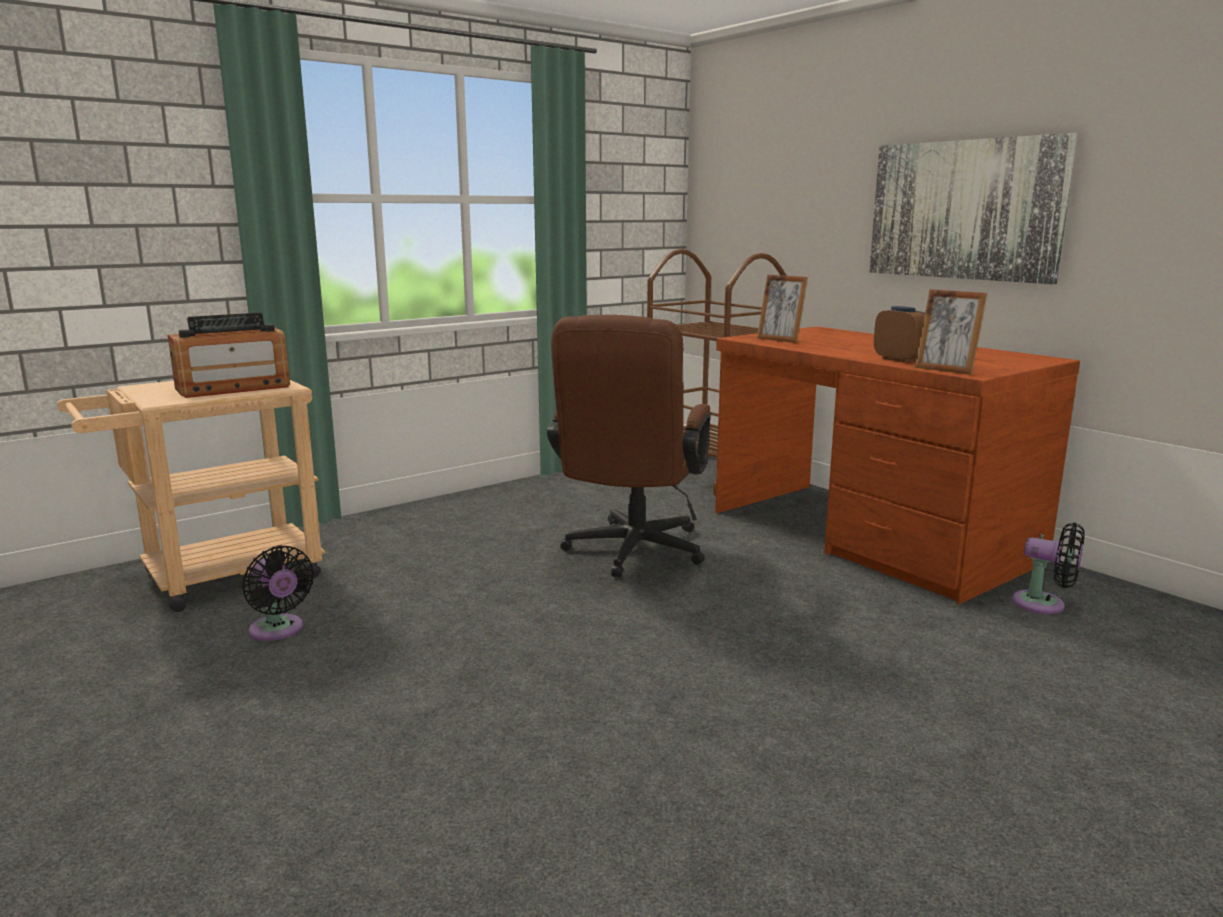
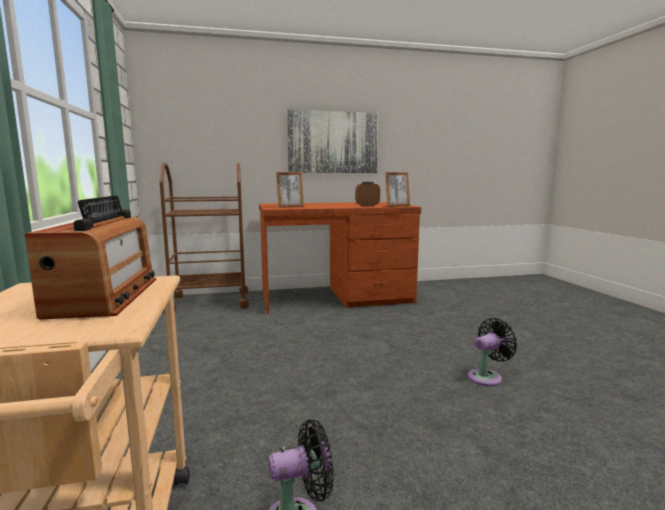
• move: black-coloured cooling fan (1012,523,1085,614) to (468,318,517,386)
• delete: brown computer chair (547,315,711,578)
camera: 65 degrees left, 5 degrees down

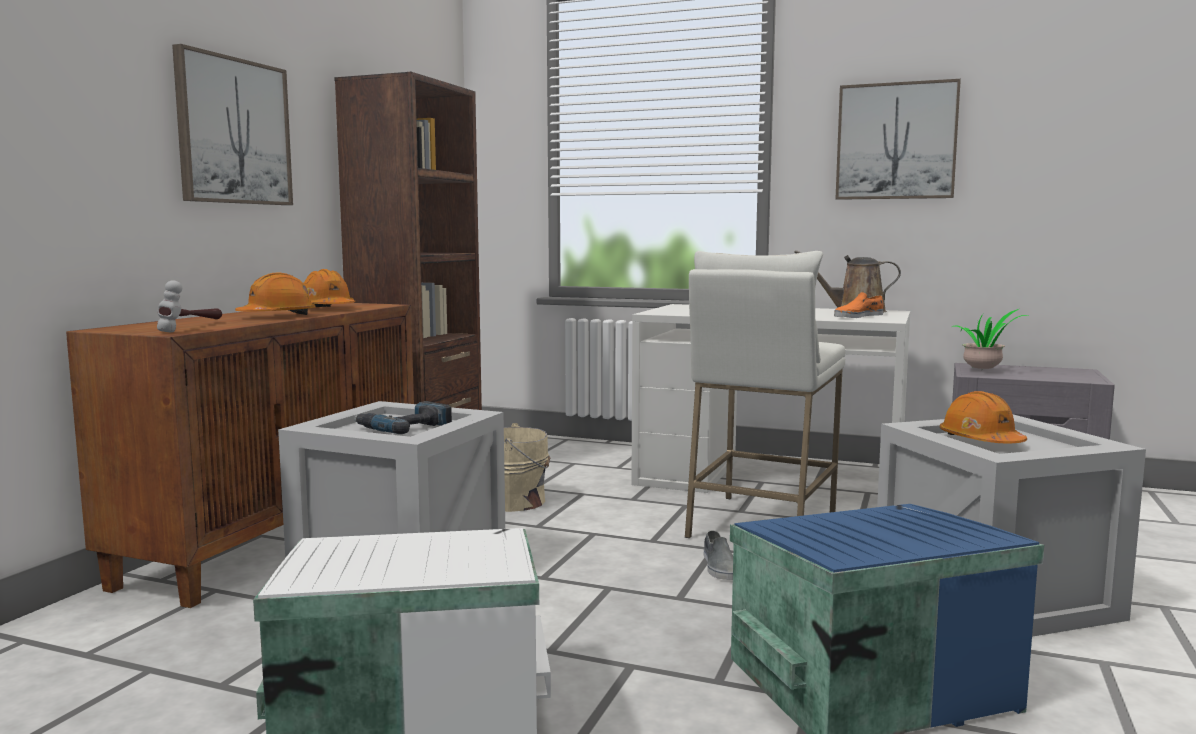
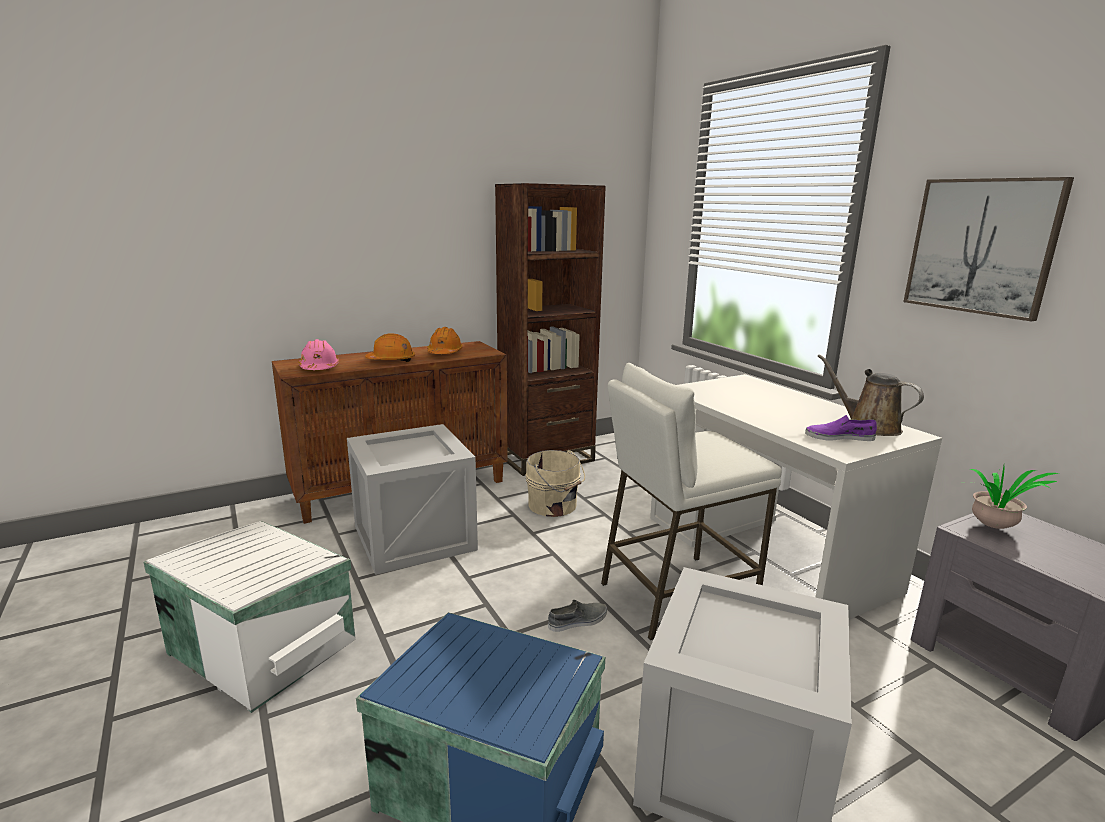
• replace: tool hammer (157,280,222,332) to pink safety helmet (298,339,339,370)
• rotate: gray low shoe (704,530,733,580) = (548,600,607,632) 150 degrees counterclockwise
• recolor: orangey low shoe (834,292,883,318) to purple low shoe (805,415,877,441)
• delete: picture (172,44,293,205)
• delete: electric drill (354,401,452,434)
• delete: orangey safety helmet (940,391,1027,443)
camera: 40 degrees right, 10 degrees up

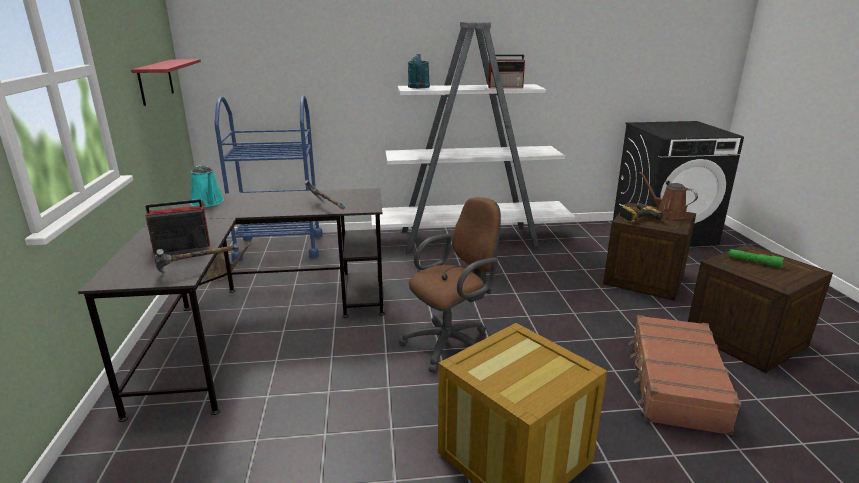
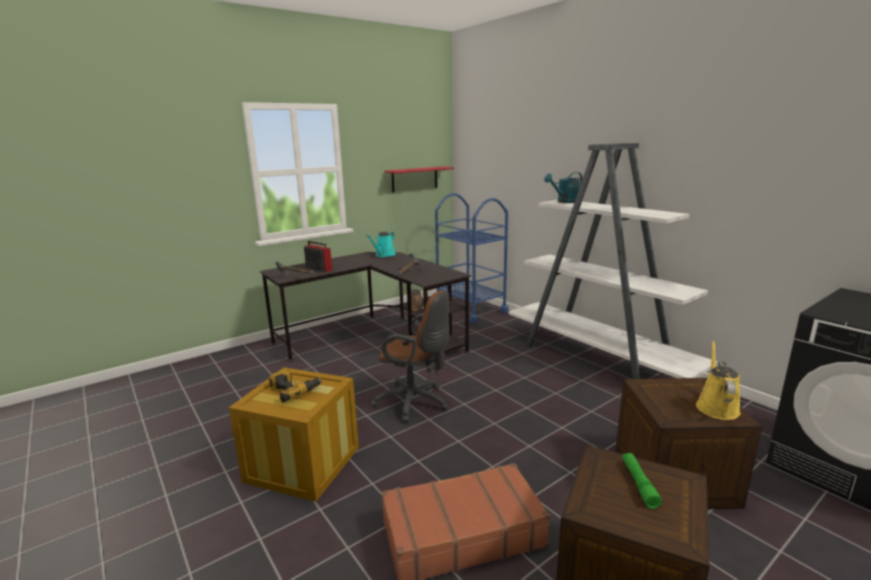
• move: electric drill (620,203,663,223) to (269,369,322,402)
• recolor: brown watering pot (639,172,698,219) to yellowish watering pot (696,341,741,420)
• delete: radio set (488,54,525,88)
camera: 60 degrees right, 5 degrees down

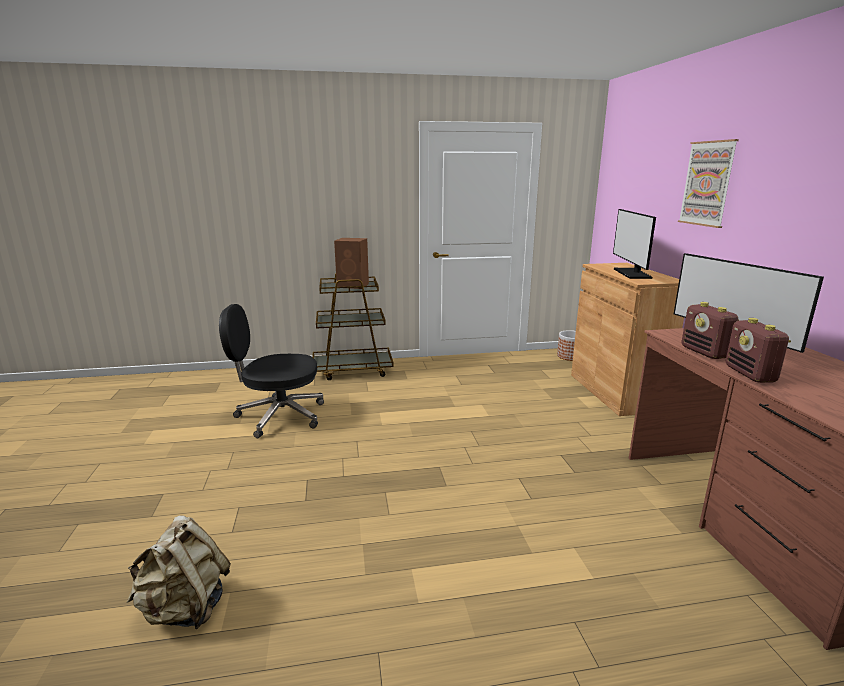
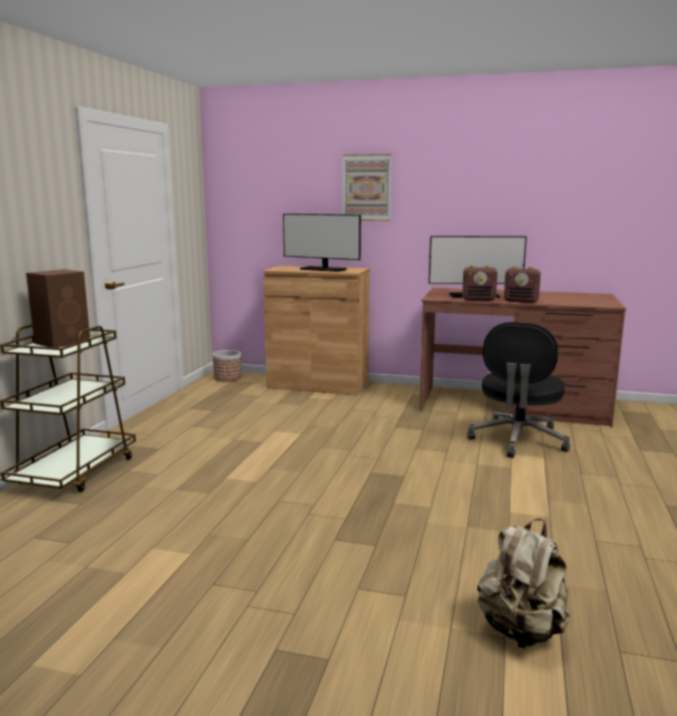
• move: black-coloured computer chair (219,304,324,438) to (467,322,570,458)
camera: 65 degrees left, 5 degrees down

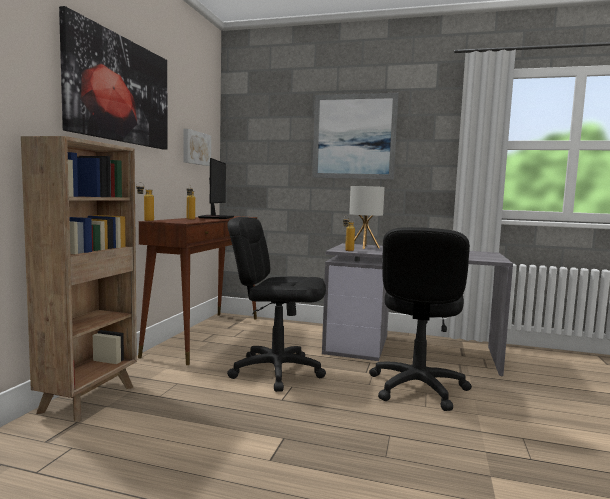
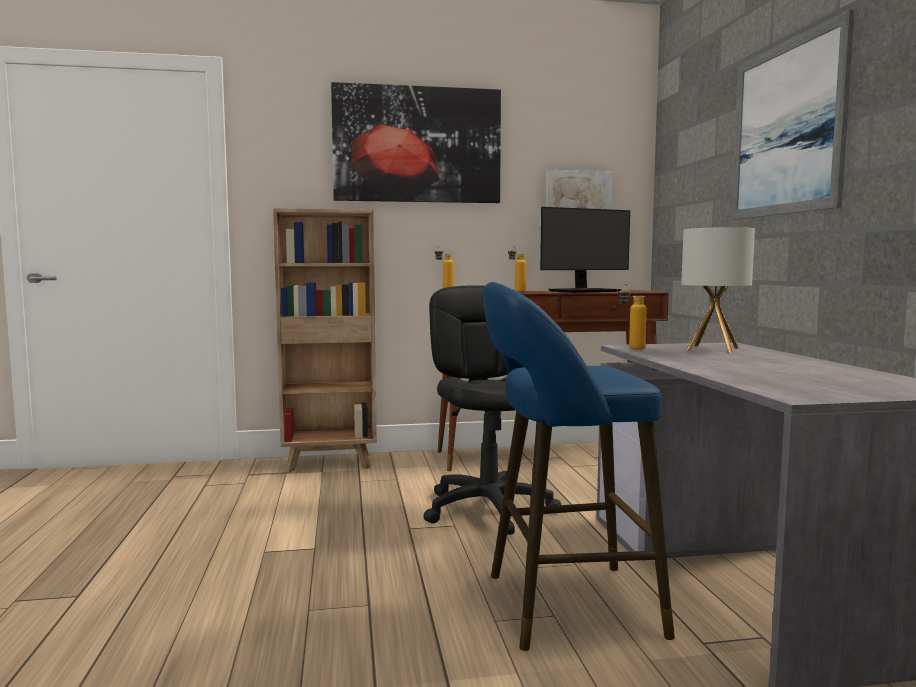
• replace: black-coloured computer chair (369,227,472,411) to bluish stool seat (483,282,675,651)
camera: 65 degrees right, 0 degrees up

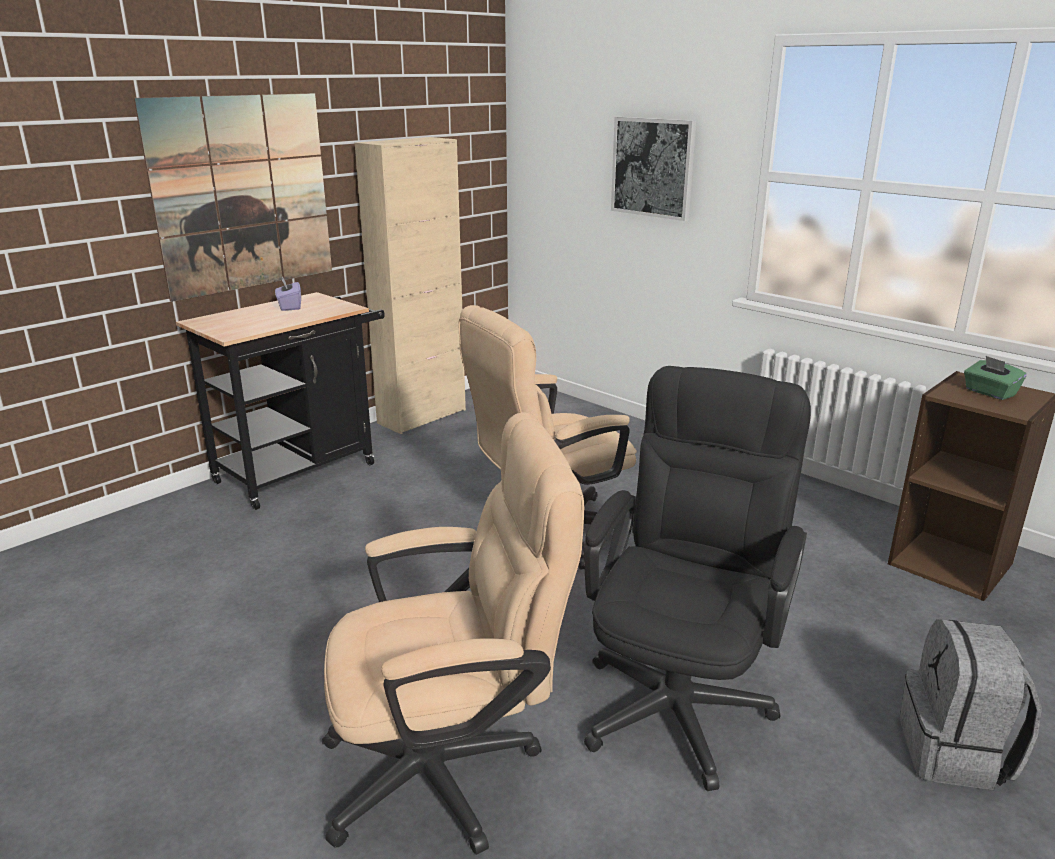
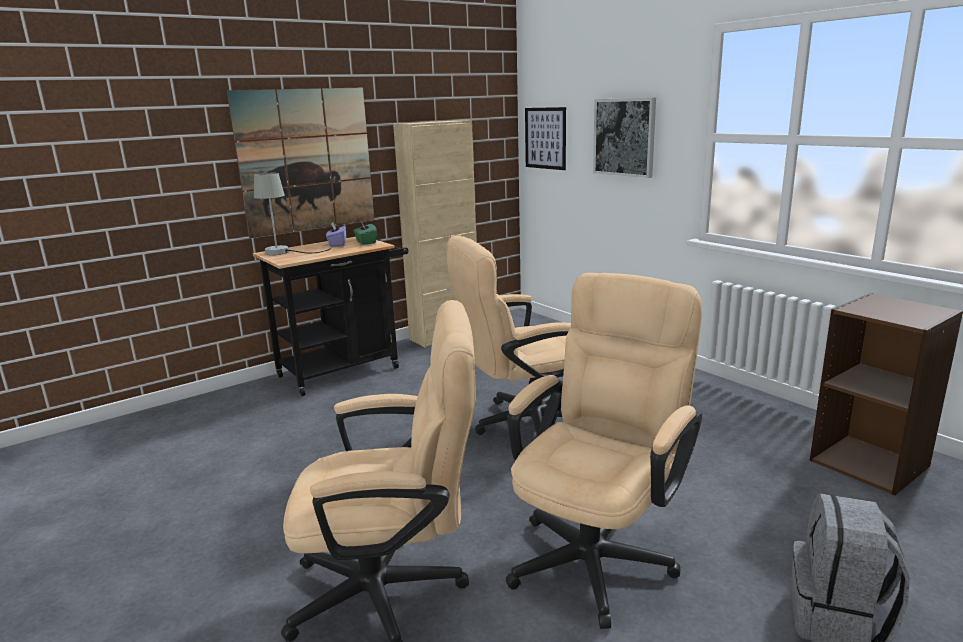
• insert: gray lamp for a table (254,173,331,255)
• move: green-coloured tissue box (964,356,1027,400) to (354,221,377,245)
• recolor: black-coloured computer chair (584,366,811,791) to beige computer chair (506,273,703,629)
• insert: picture (525,107,566,170)
camera: 10 degrees right, 5 degrees down

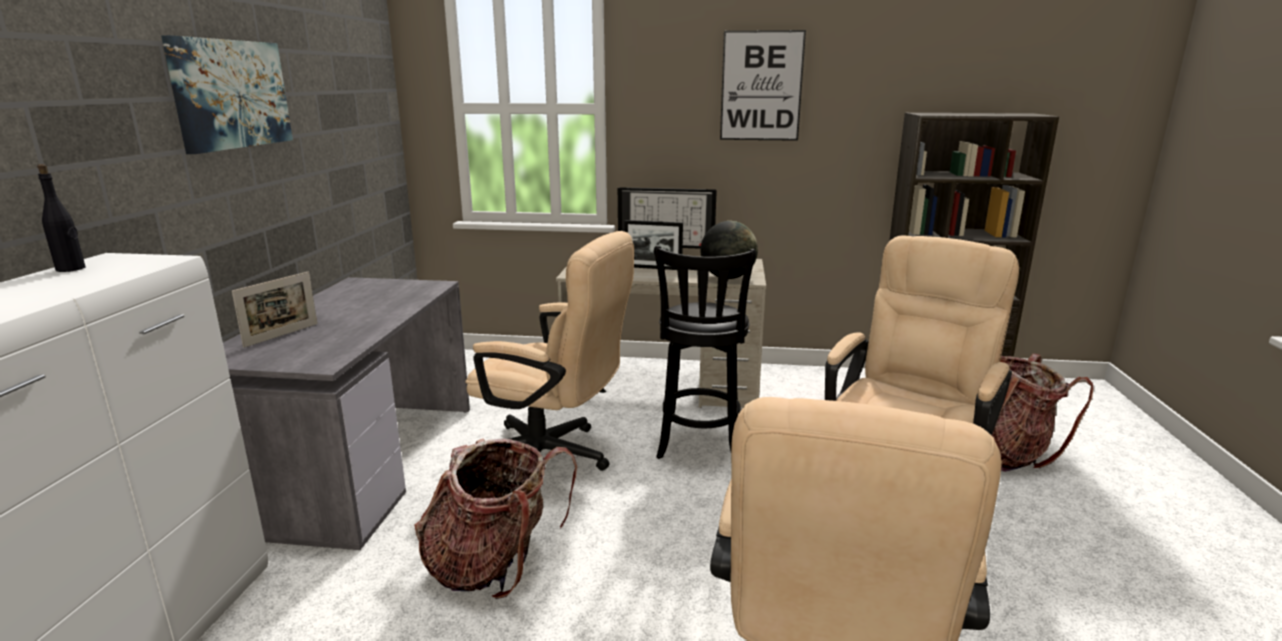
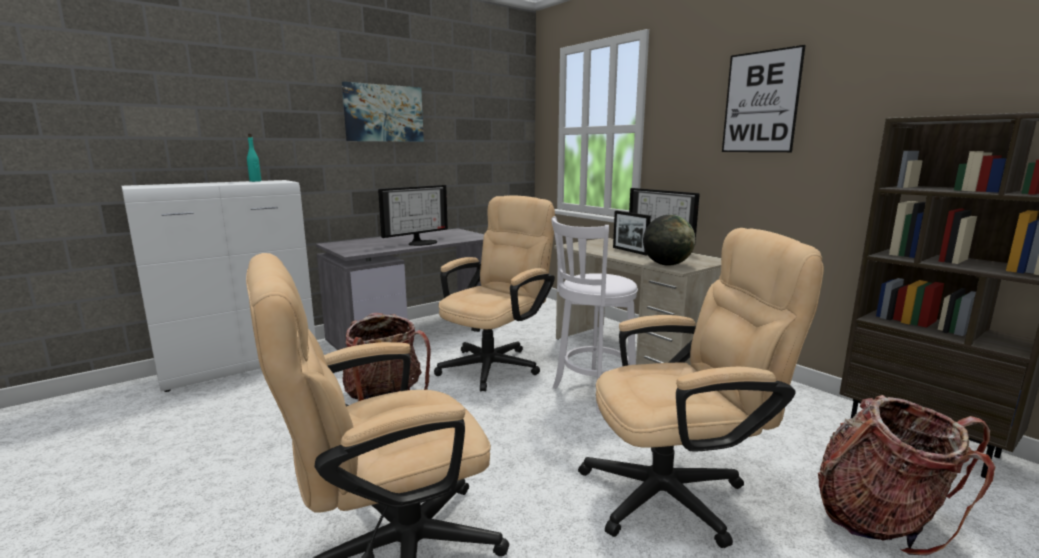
• recolor: black-coloured bottle (37,164,86,272) to turquoise bottle (247,133,261,182)
• insert: monitor (378,185,448,246)
• rotate: beige computer chair (465,231,634,471) = (434,196,555,391) 120 degrees counterclockwise
• recolor: black-coloured stool seat (654,246,756,459) to white stool seat (551,216,638,413)
• delete: photo frame (232,272,317,348)
camera: 45 degrees right, 5 degrees down

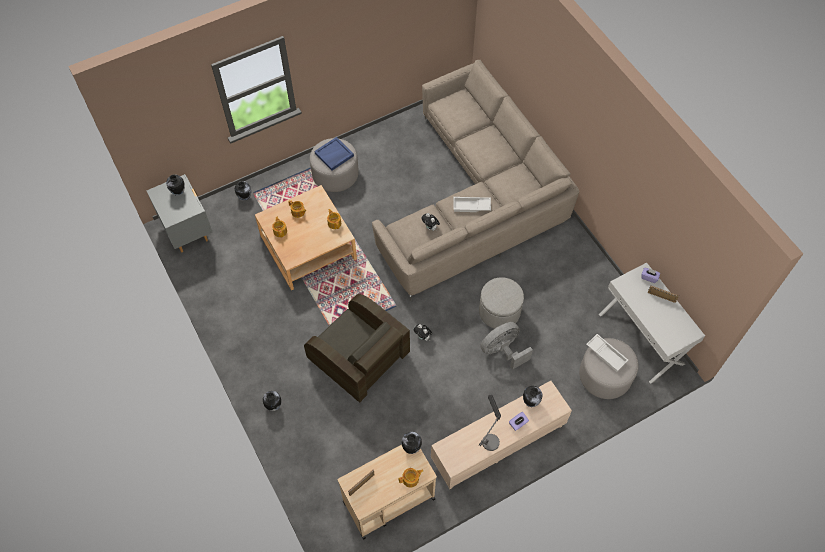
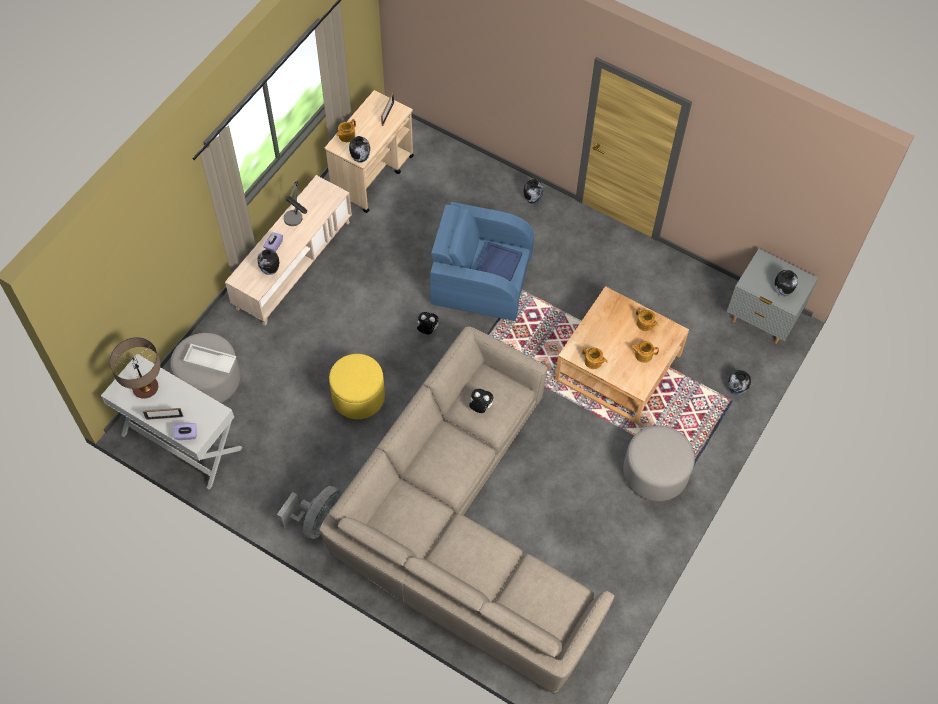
• insert: lamp for a table (110,337,161,399)
• move: gray cooling fan (480,322,533,370) to (277,486,341,539)
• recolor: gray ottoman (479,277,524,329) to yellowish ottoman (329,354,385,419)
• recolor: brown lounge chair (304,294,410,402) to bluish lounge chair (430,202,534,321)
• move: bluish tray (314,137,354,170) to (476,242,522,282)
• delete: white tray (453,197,491,212)
camera: 150 degrees right, 0 degrees up

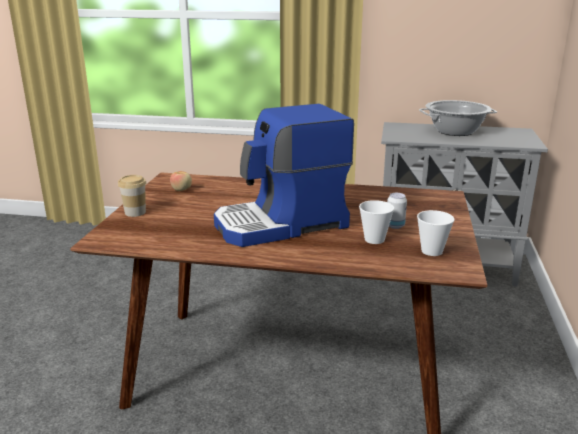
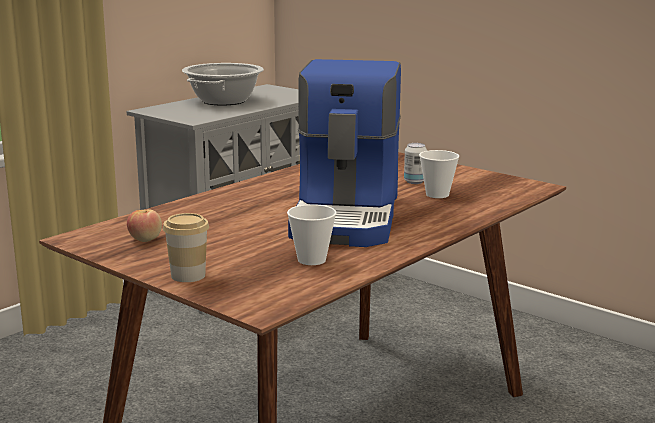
• move: drinking cup (417,210,455,256) to (287,204,337,265)
camera: 60 degrees left, 5 degrees down

